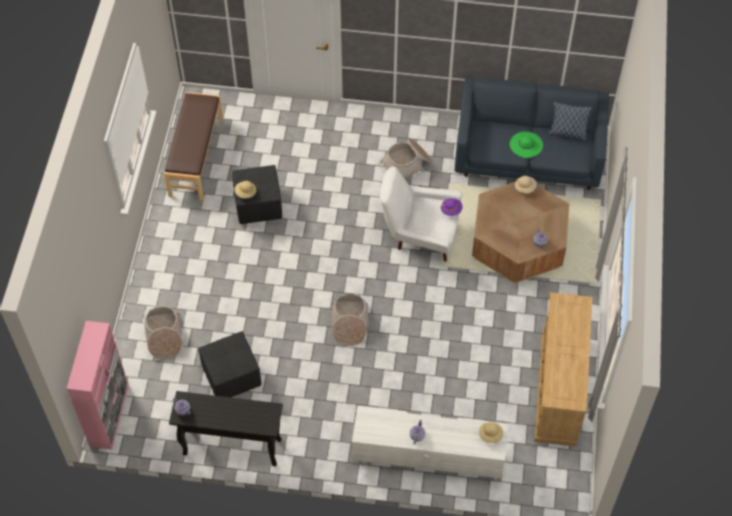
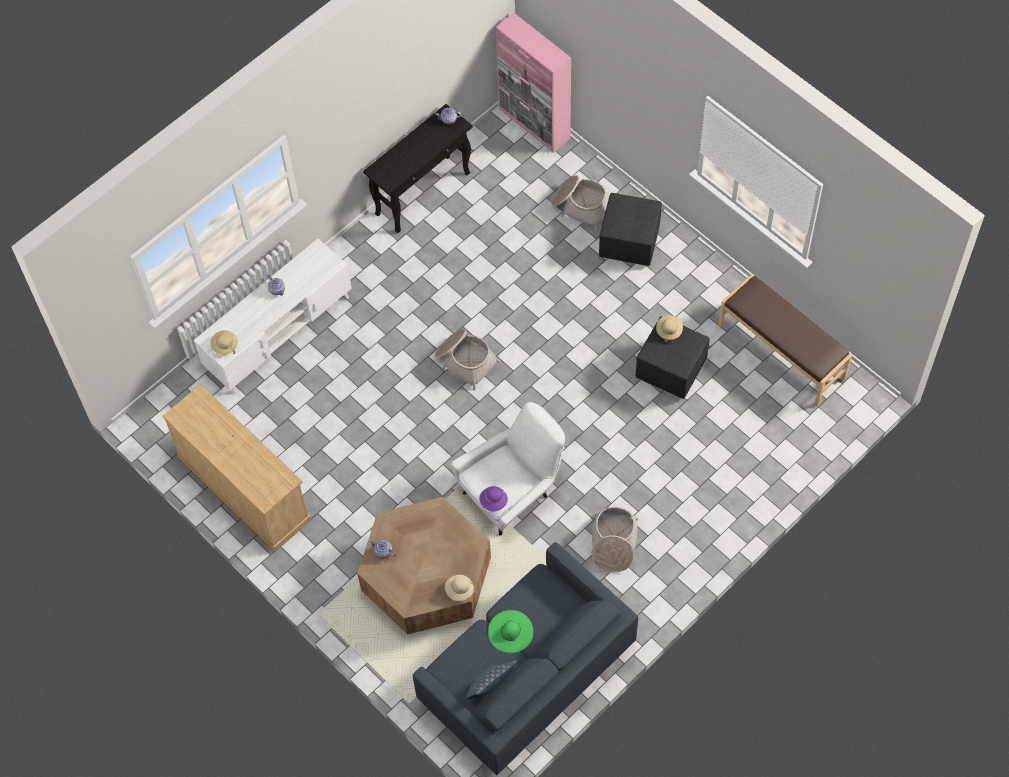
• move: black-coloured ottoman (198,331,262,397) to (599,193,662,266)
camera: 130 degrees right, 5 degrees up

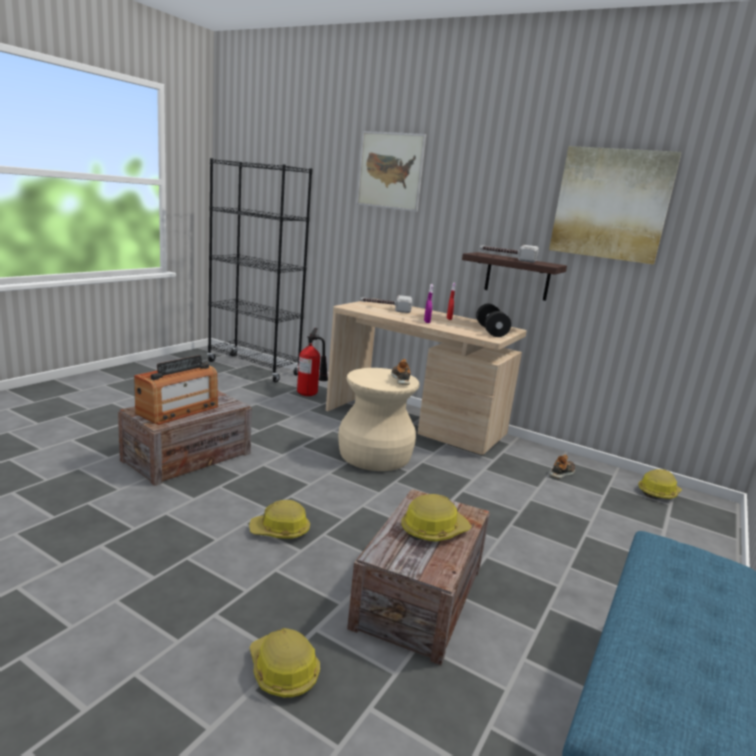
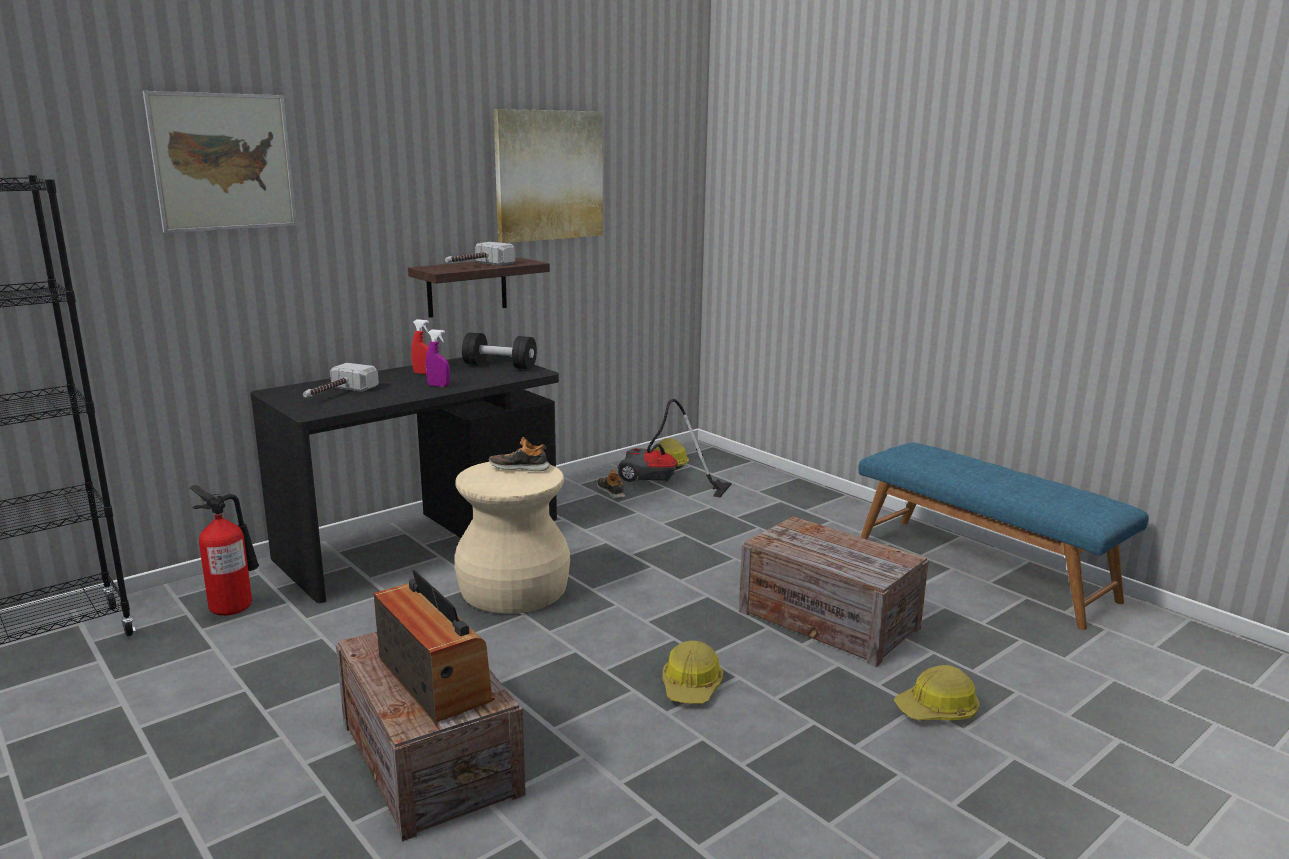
• recolor: beige desk table (326,299,527,455) to black-coloured desk table (250,354,559,603)
• insert: vacuum cleaner (618,399,732,498)
• delete: safety helmet (401,494,472,542)
camera: 70 degrees left, 0 degrees up

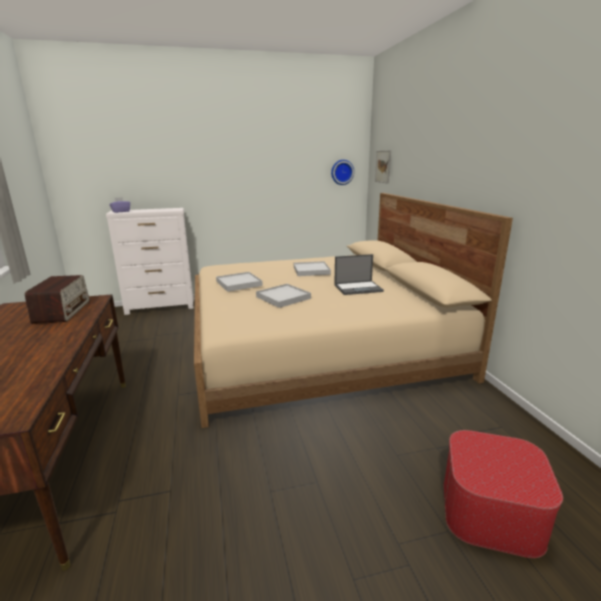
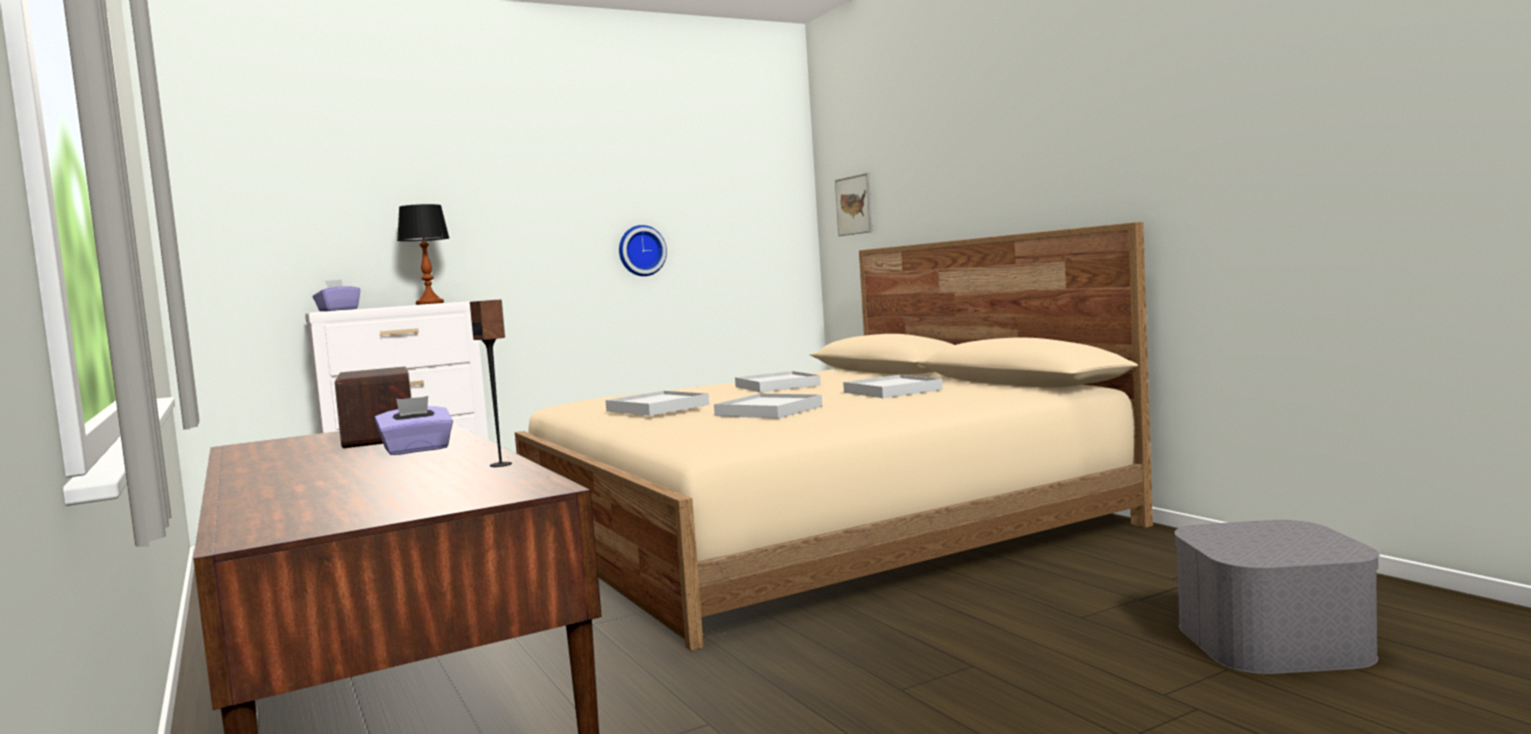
• insert: purple tissue box (375,396,453,455)
• insert: lamp for a table (397,204,449,305)
• insert: speaker (470,300,512,467)
• move: clock on the wall (331,160,354,185) to (619,225,667,276)
• replace: portable computer (334,254,384,295) to white tray (843,375,943,398)
• replace: ottoman (444,430,563,558) to gray storage bin (1174,520,1379,674)
camera: 15 degrees left, 15 degrees down

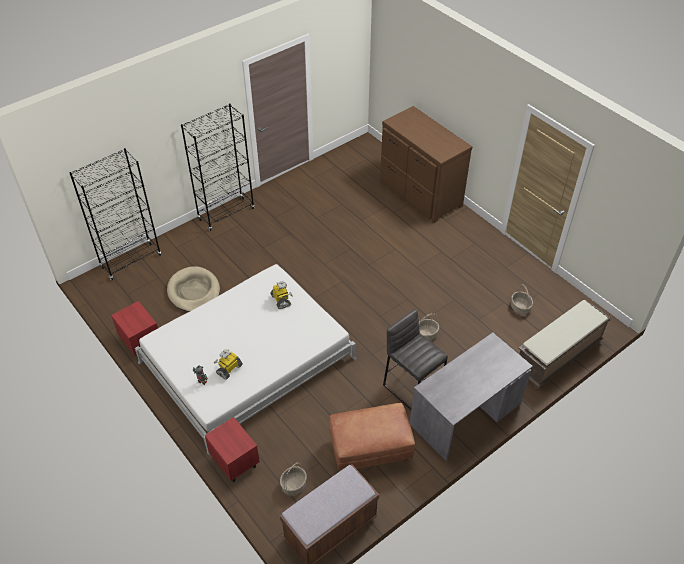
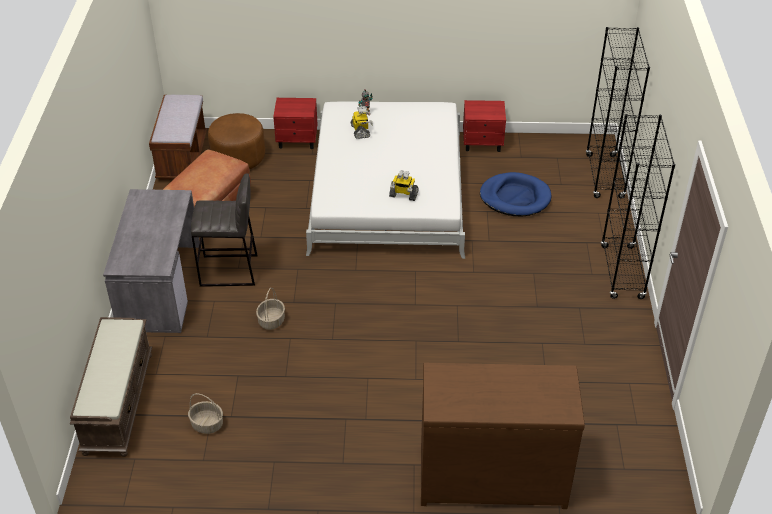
• replace: household basket (280,462,307,495) to brown ottoman (208,113,265,169)
• recolor: beige dog cushion (167,266,220,312) to bluish dog cushion (480,172,551,217)
camera: 130 degrees right, 5 degrees down

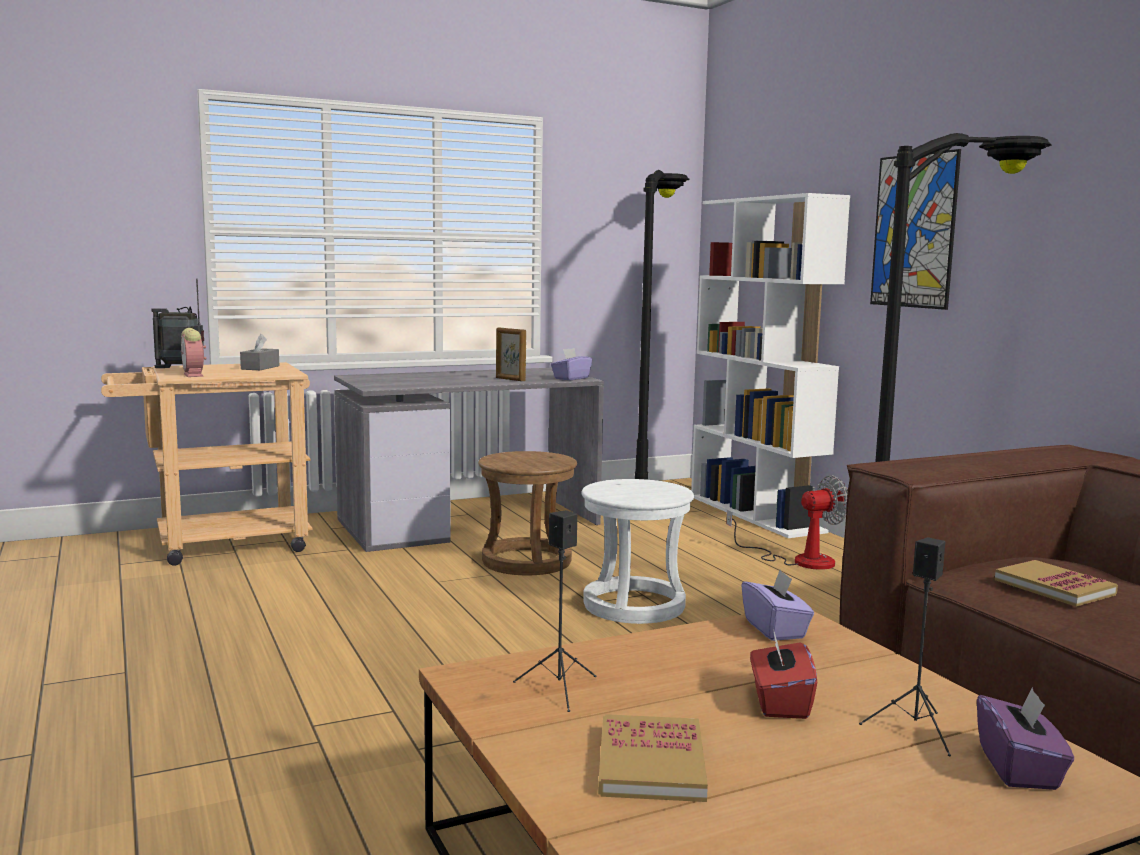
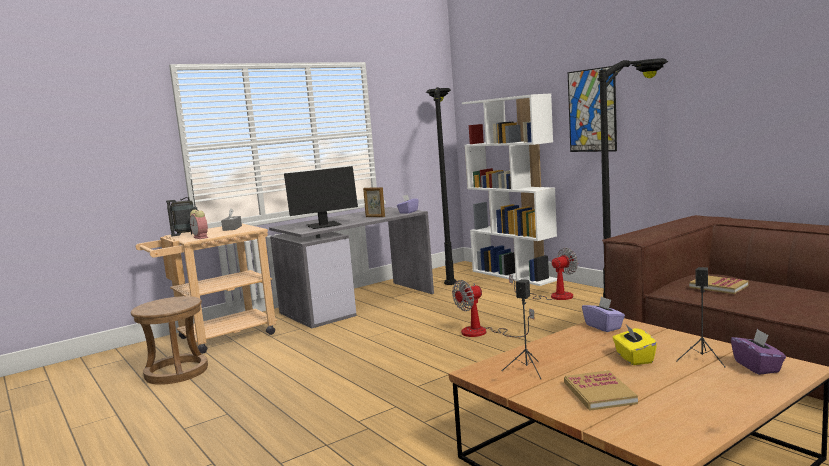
• move: brown stool seat (478,451,577,575) to (131,296,208,385)
• insert: monitor (284,166,358,229)
• replace: white stool seat (581,479,694,624) to cooling fan (452,280,535,337)
• recolor: reddish tissue box (750,632,817,719) to yellowish tissue box (612,323,657,365)
camera: 10 degrees left, 0 degrees up

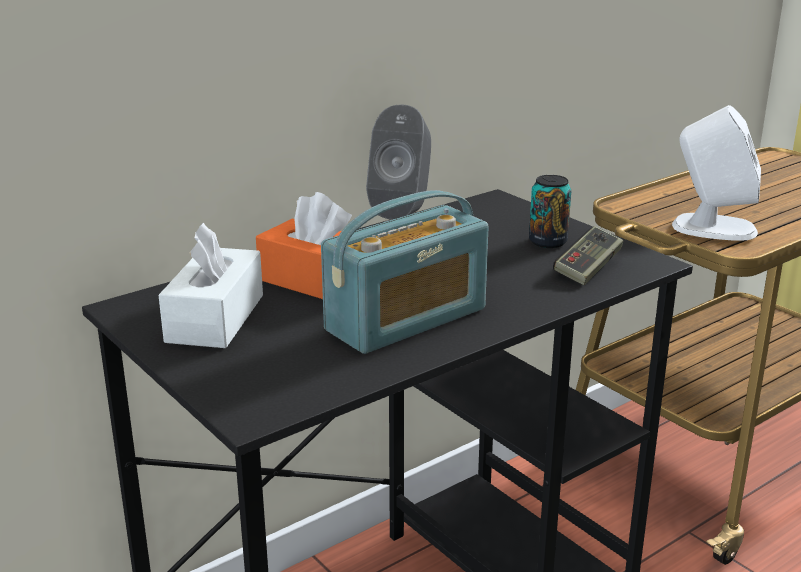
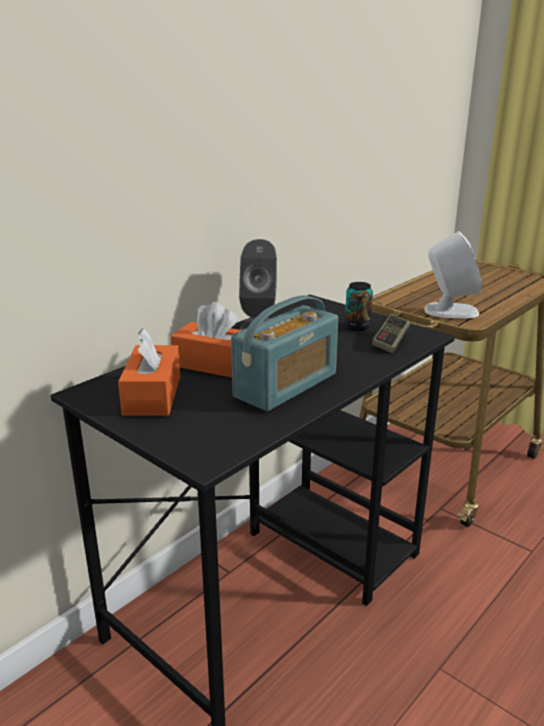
• recolor: white tissue box (158,223,263,348) to orangey tissue box (118,328,180,416)
camera: 10 degrees left, 0 degrees up

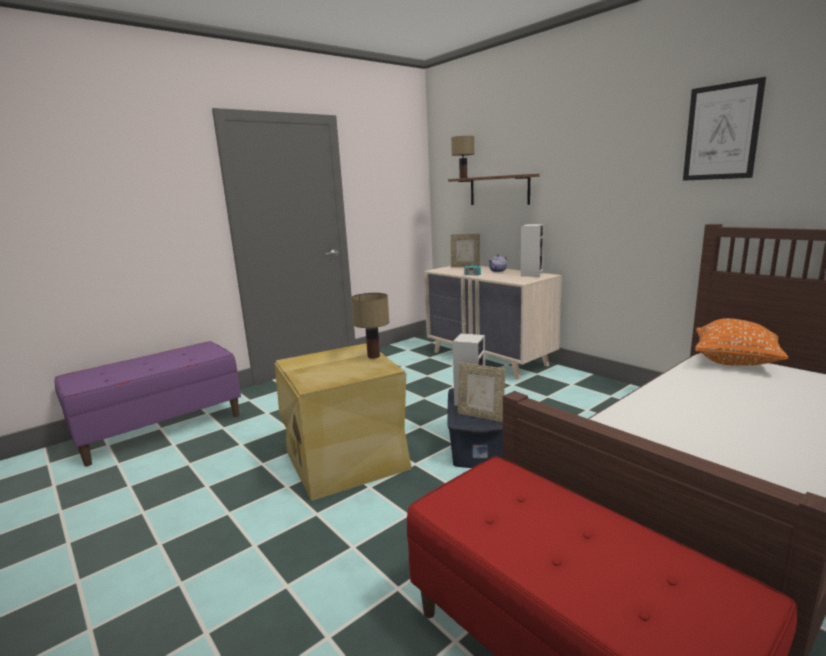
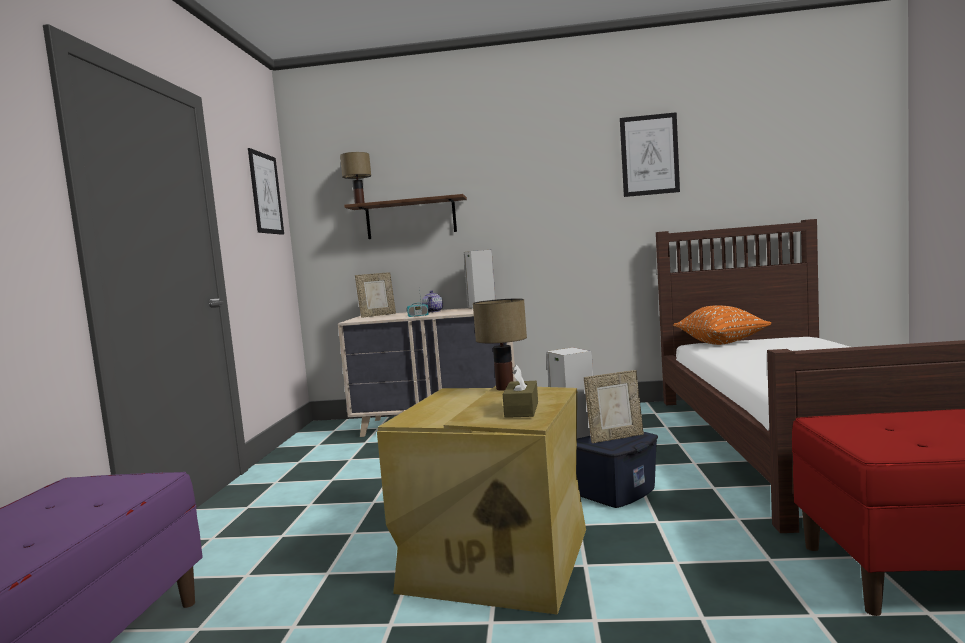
• insert: picture (248,148,284,235)
• insert: brown tissue box (503,365,538,418)
camera: 45 degrees left, 10 degrees down

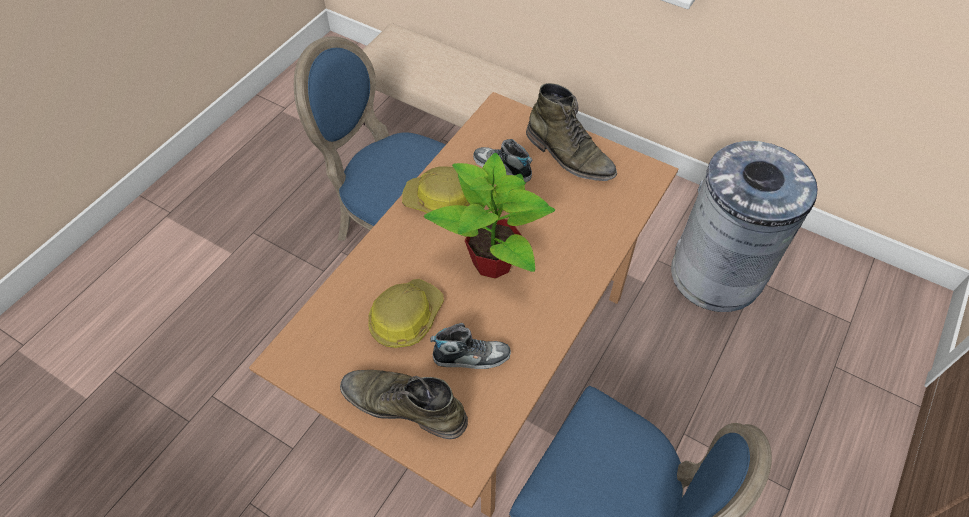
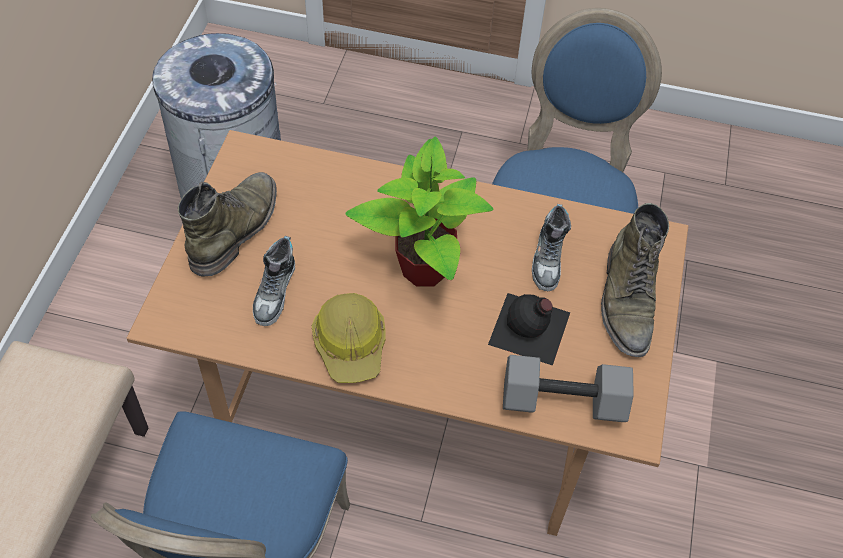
• replace: safety helmet (369,279,444,348) to black-coloured bottle (488,293,570,366)
• insert: gray hand weight (503,355,634,422)
• rotate: low shoe (431,323,511,369) = (532,204,571,291) 150 degrees counterclockwise
camera: 110 degrees left, 0 degrees up

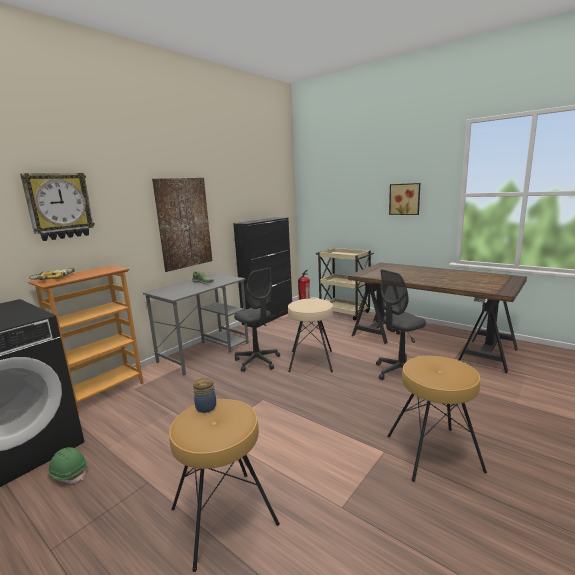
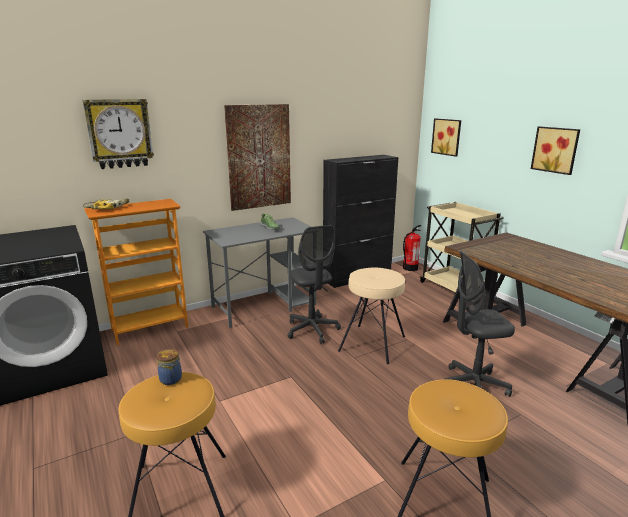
• insert: picture (431,118,461,157)
• delete: green-coloured safety helmet (47,447,87,484)
camera: 20 degrees right, 5 degrees up

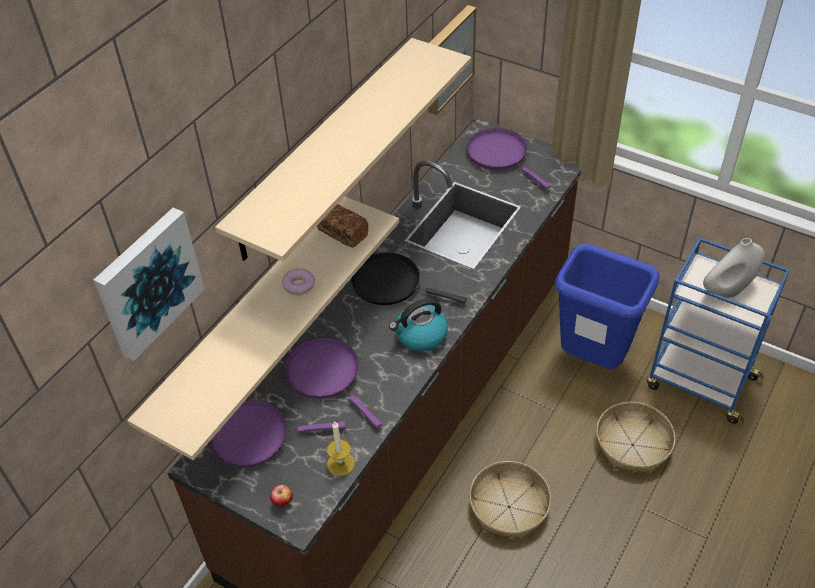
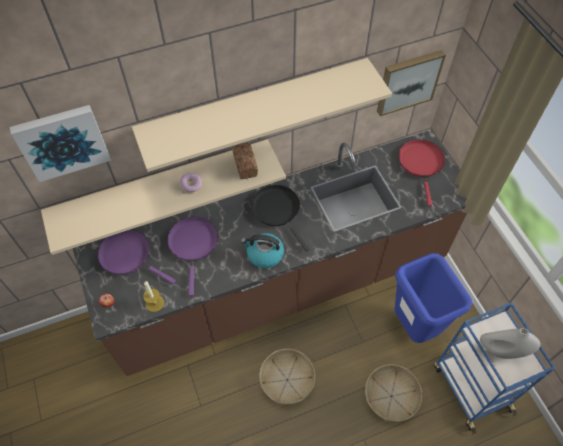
• recolor: purple skillet (466,128,551,189) to reddish skillet (398,139,445,206)
camera: 35 degrees right, 10 degrees up

